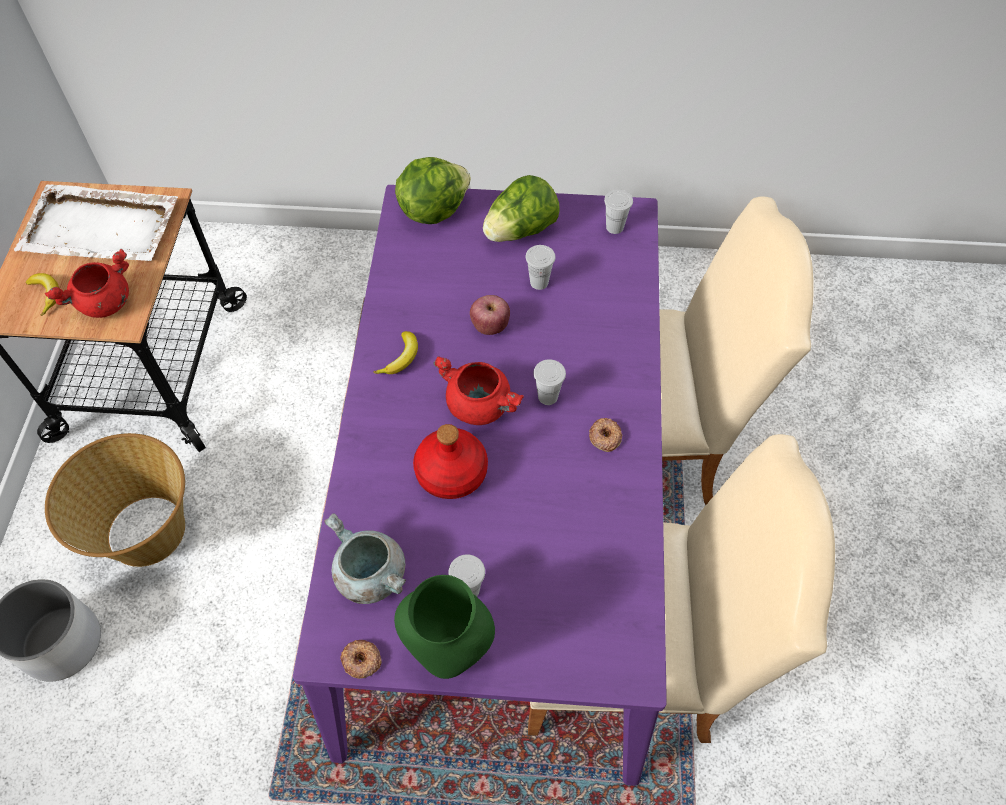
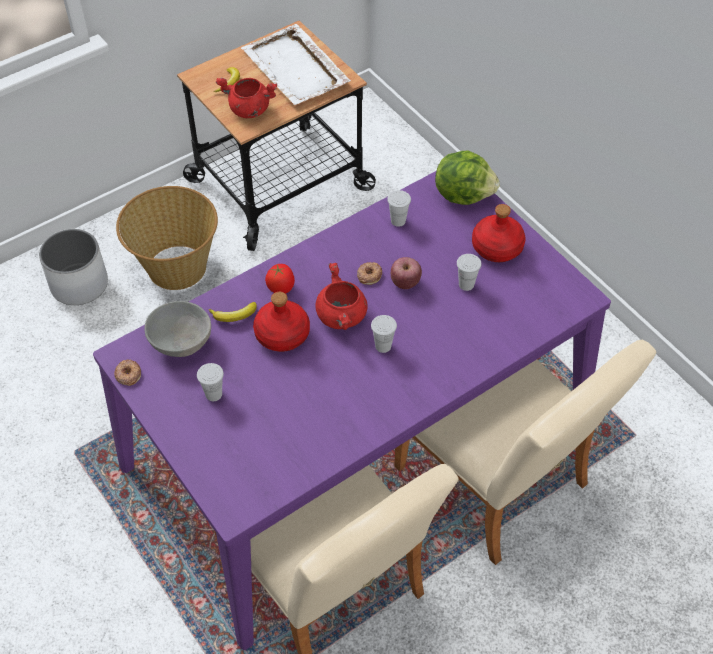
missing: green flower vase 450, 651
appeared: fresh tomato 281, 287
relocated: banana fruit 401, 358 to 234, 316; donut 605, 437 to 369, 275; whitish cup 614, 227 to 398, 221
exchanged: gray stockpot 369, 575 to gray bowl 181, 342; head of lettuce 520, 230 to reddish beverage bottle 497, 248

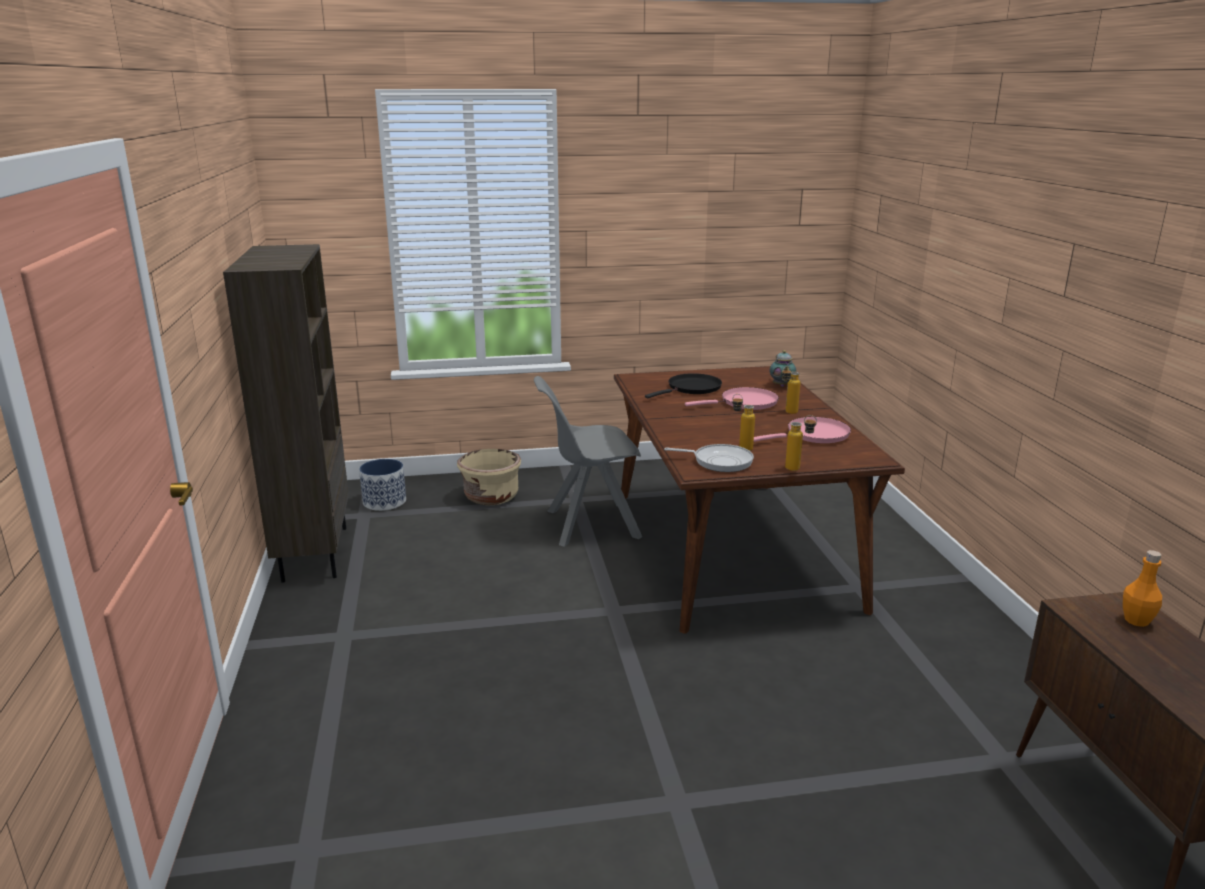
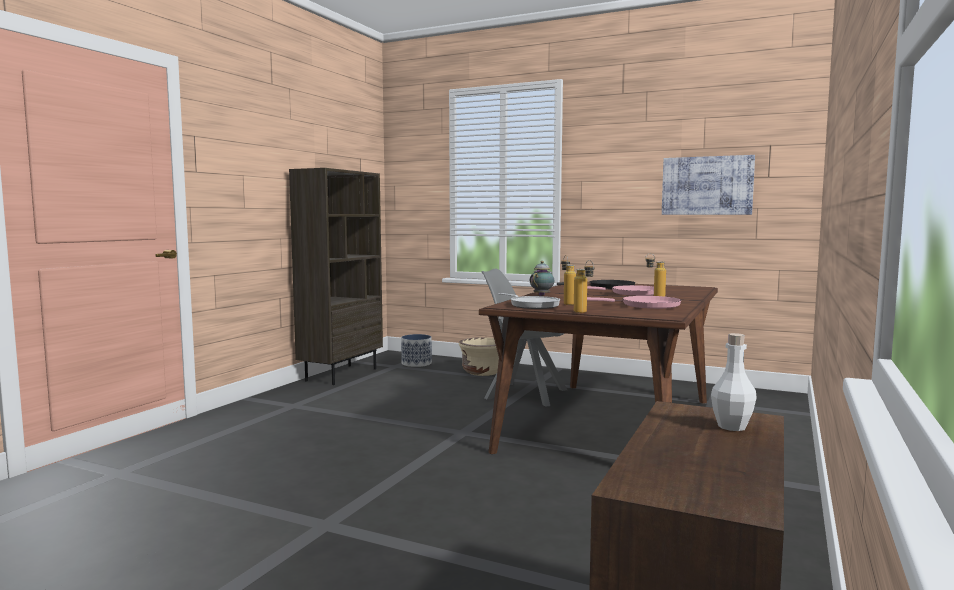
appeared: wall picture 707, 185
relocated: teapot 781, 385 to 542, 295
colour: orangey beverage bottle 1136, 620 to whitish beverage bottle 732, 426

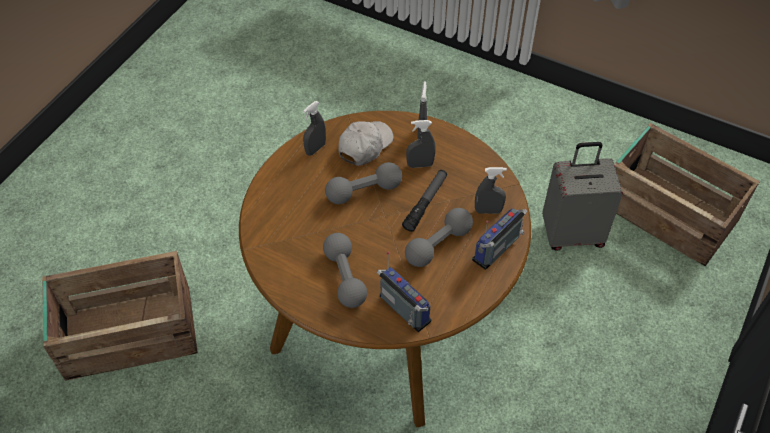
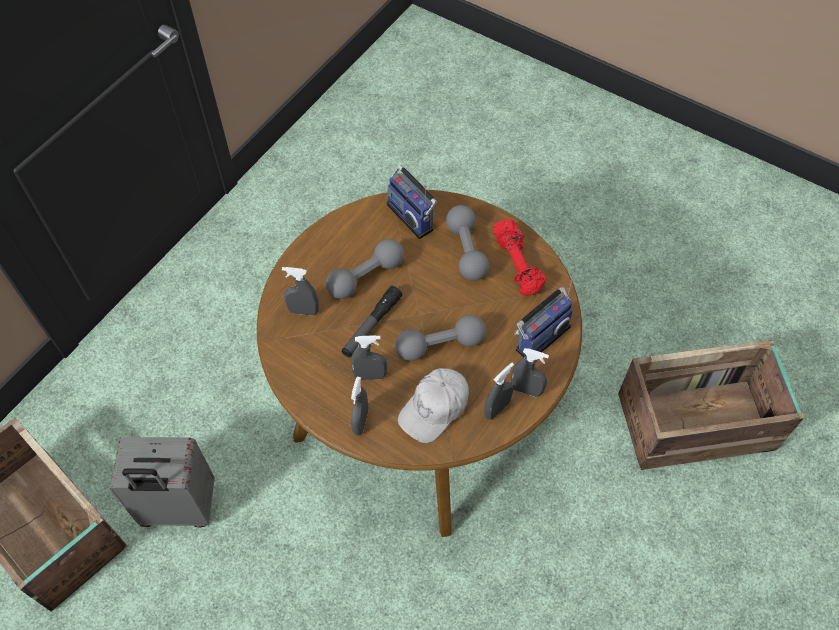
appeared: reddish dumbbell 518, 265; gray spray bottle 526, 390
relocated: radio set 498, 250 to 540, 336

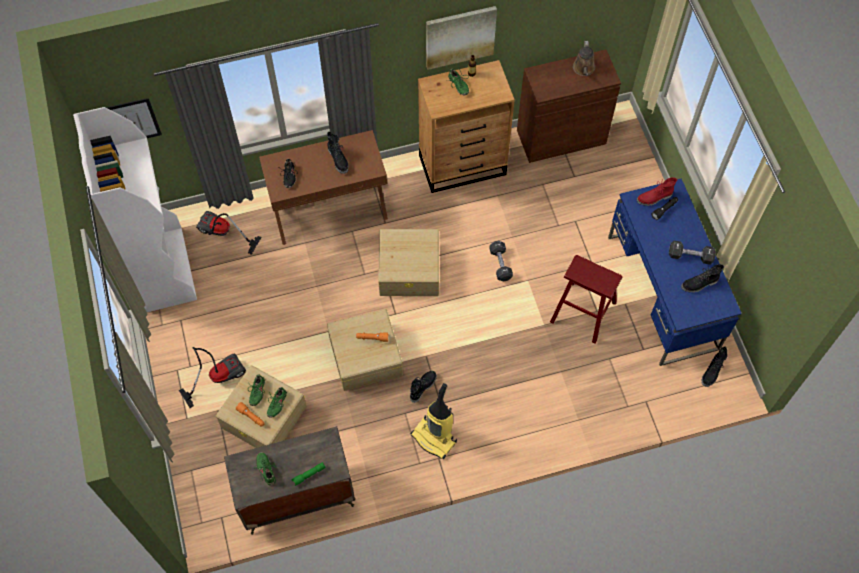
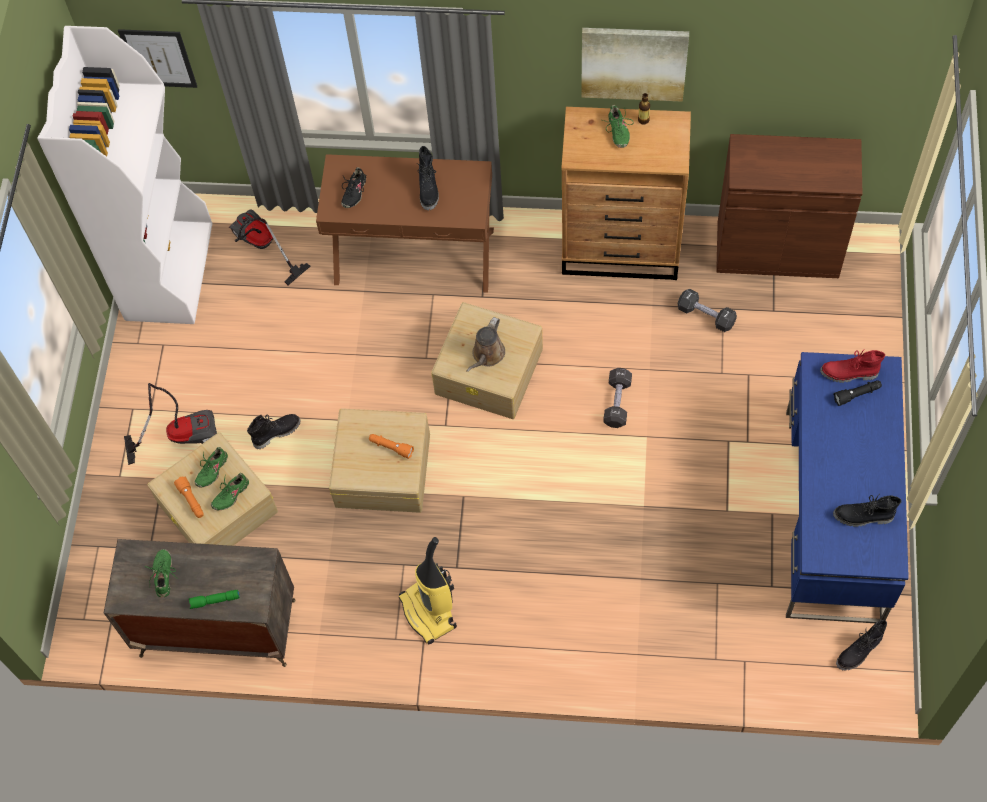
missing: reddish stool 583, 312
relocated: black-coloured boot 422, 387 to 276, 432; brown watering can 584, 69 to 487, 355; black-coloured dumbbell 690, 256 to 706, 315

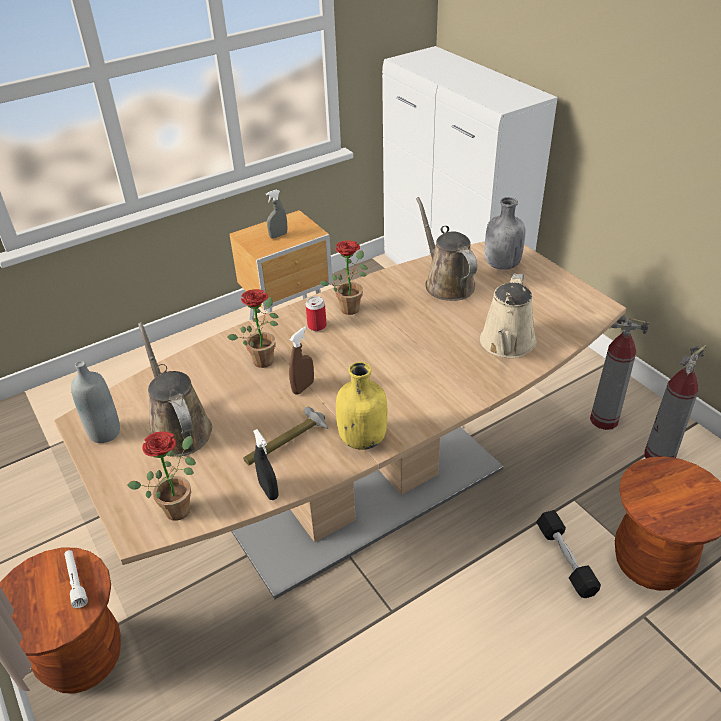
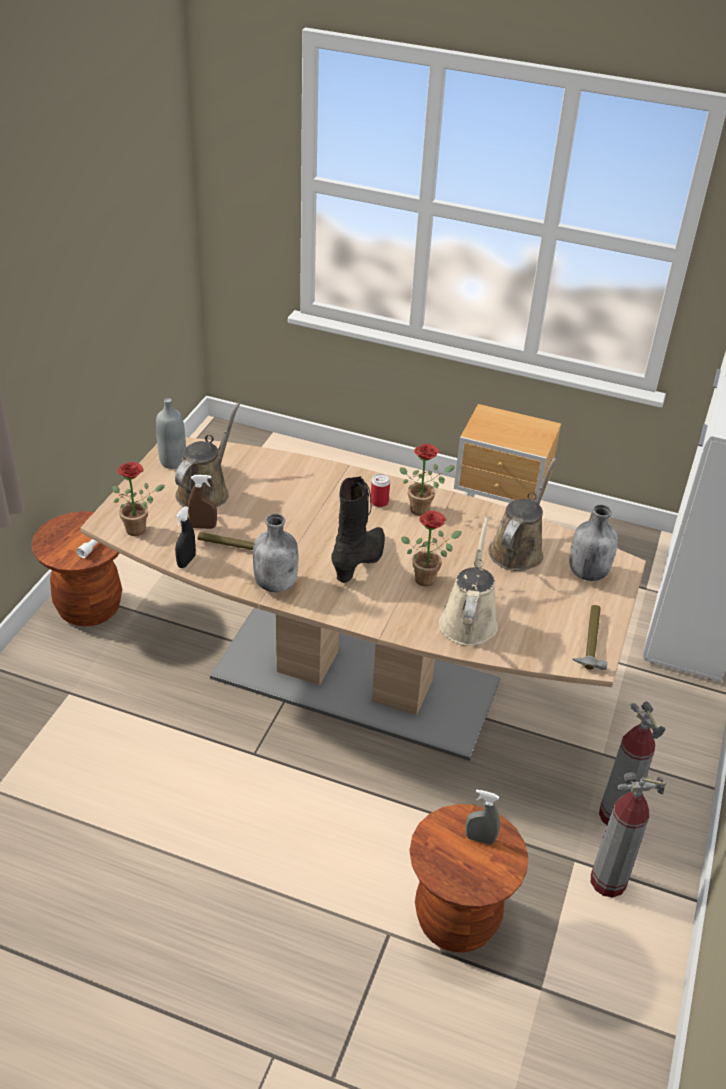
missing: black-coloured dumbbell 565, 559
appeared: black-coloured boot 360, 562; tool hammer 591, 641
relocated: brown spray bottle 303, 387 to 203, 526; potted plant 263, 358 to 428, 577; gray spray bottle 278, 235 to 480, 839
colour: yellow-coloured beverage bottle 362, 438 to gray beverage bottle 276, 583
spun: sand-coloured watering can 507, 344 = 468, 620 120 degrees clockwise

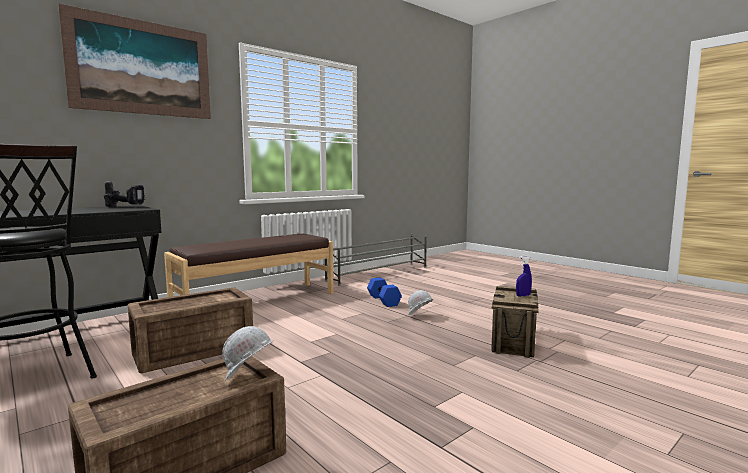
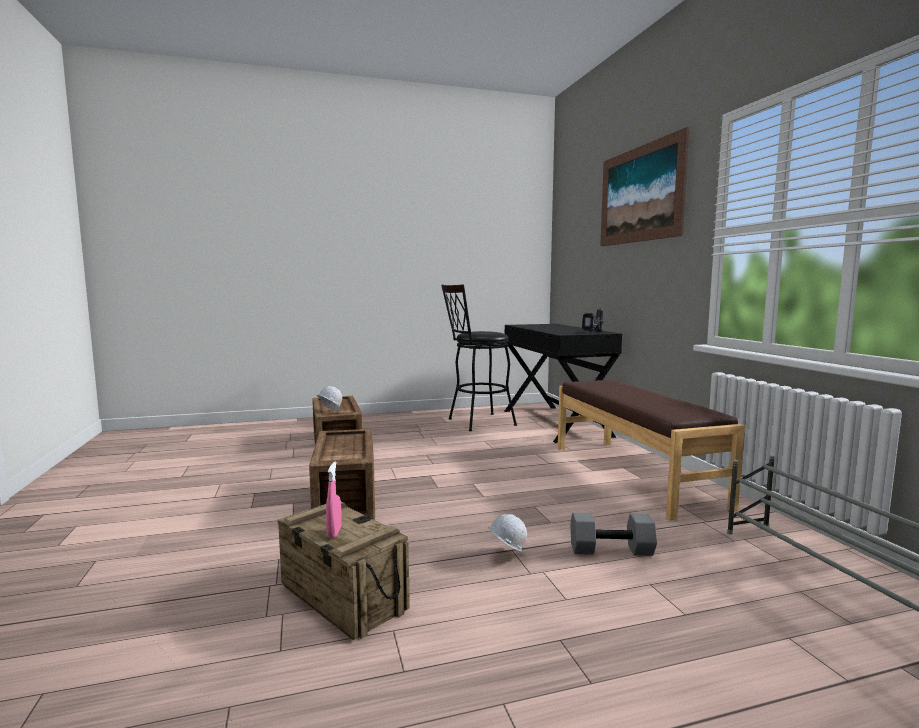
relocated: packing crate 192, 350 to 347, 498
colour: blue-coloured spray bottle 523, 295 to pink spray bottle 334, 532; blue-coloured dumbbell 383, 300 to gray dumbbell 611, 549

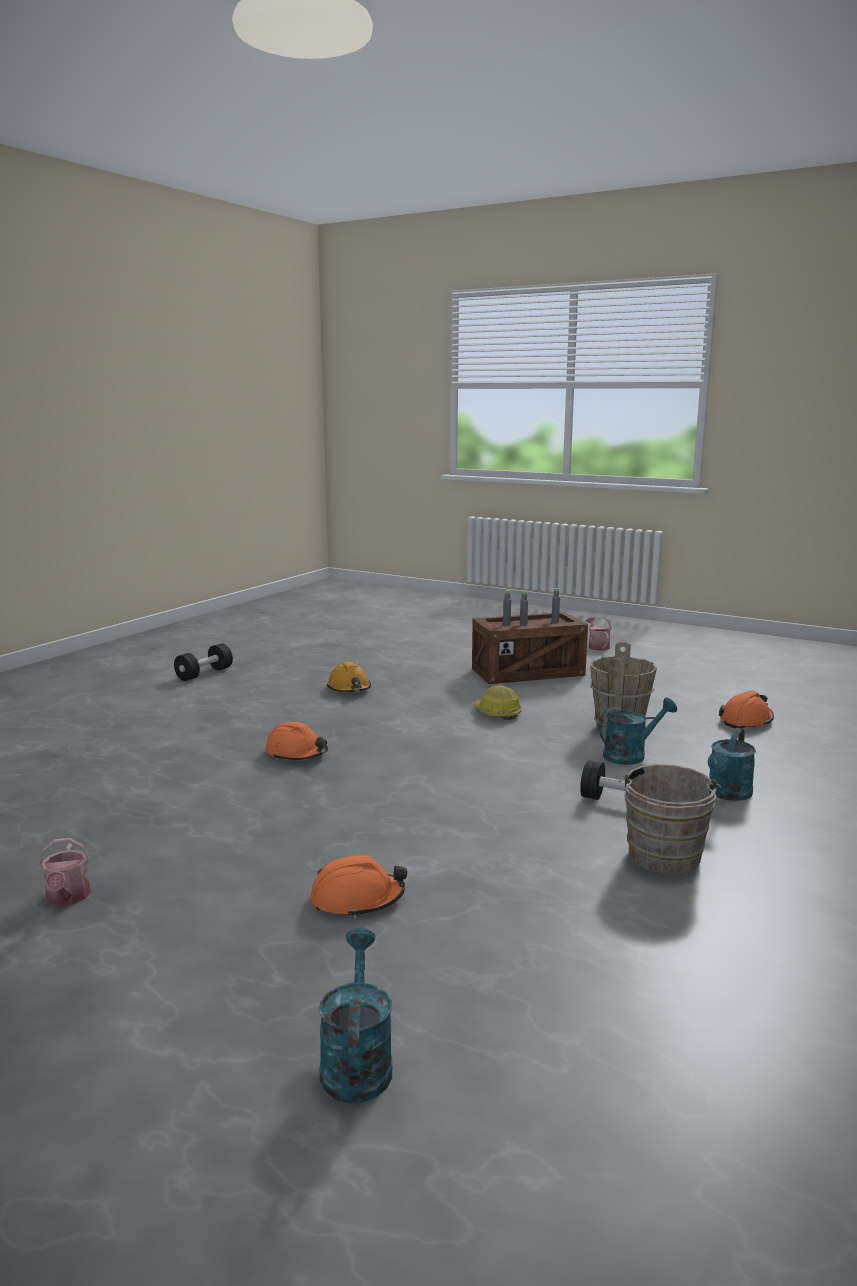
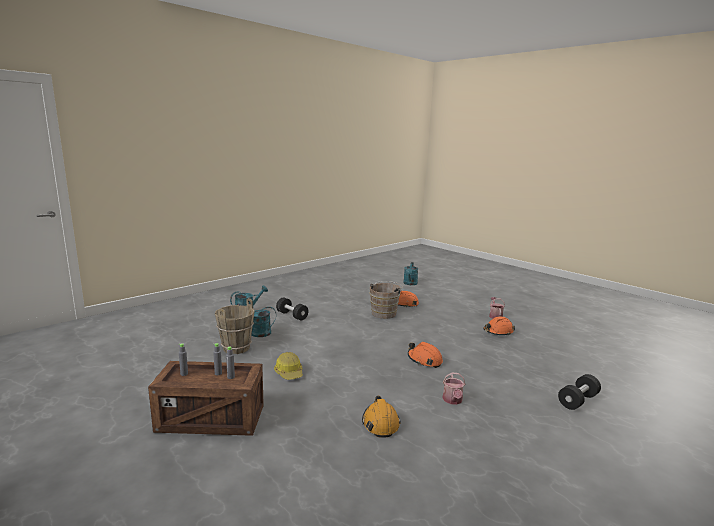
relocated: brown bucket 664, 859 to 384, 313; watering can 597, 646 to 452, 400; orangey hard hat 746, 720 to 498, 332; black-coloured dumbbell 204, 674 to 578, 400

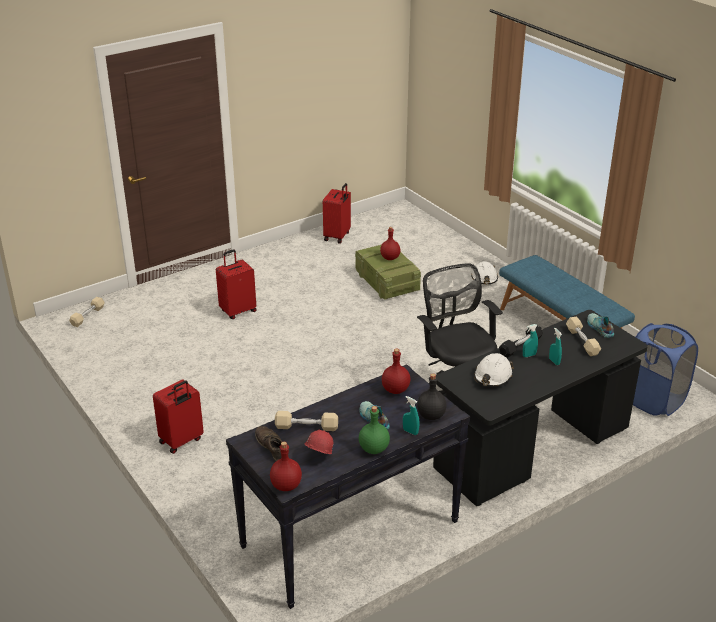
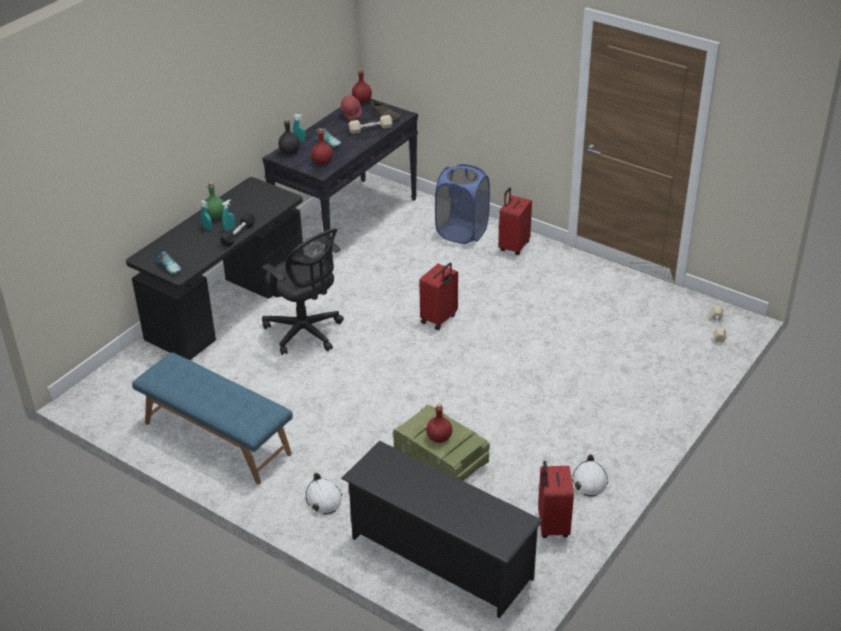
missing: sand-coloured dumbbell 582, 341
appeared: black-coloured shoe stand 440, 558
relocated: green beverage bottle 373, 449 to 215, 216; reddish travel case 238, 311 to 439, 319; blue-coloured laundry basket 654, 400 to 462, 232; whitish hard hat 493, 377 to 589, 481

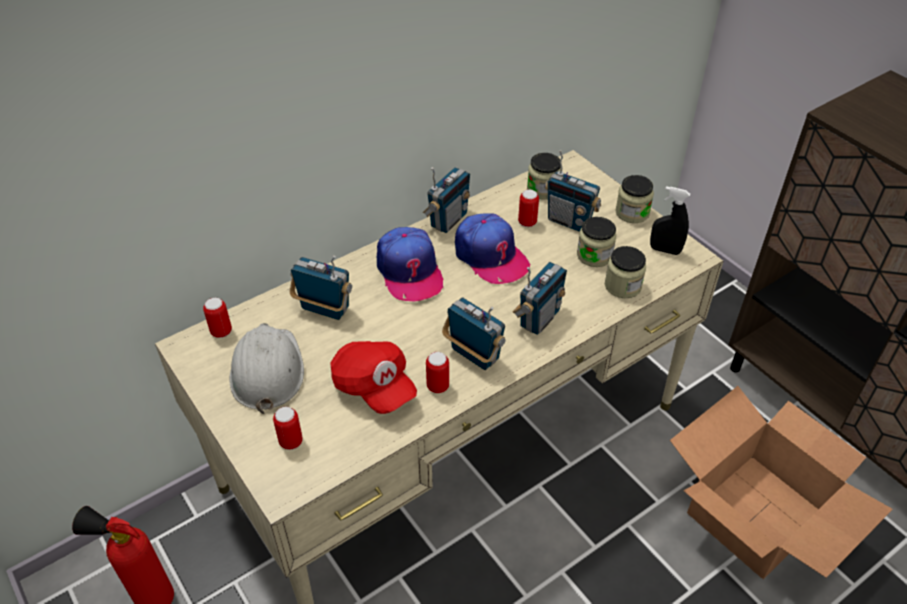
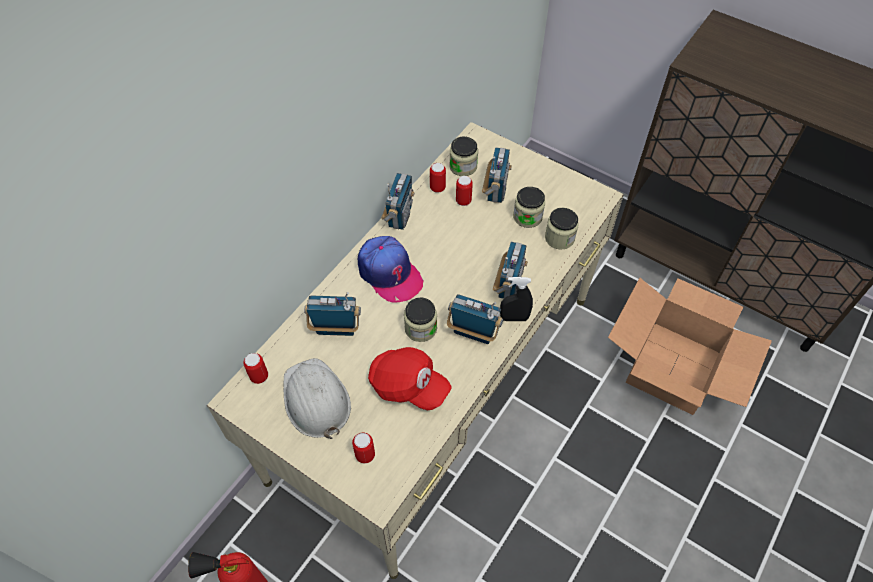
missing: cap 490, 256
relocated: preserve jar 632, 213 to 420, 328; metal can 437, 386 to 437, 188; black-coloured spray bottle 665, 250 to 514, 318
spun: radio set 569, 221 = 495, 190 90 degrees counterclockwise

